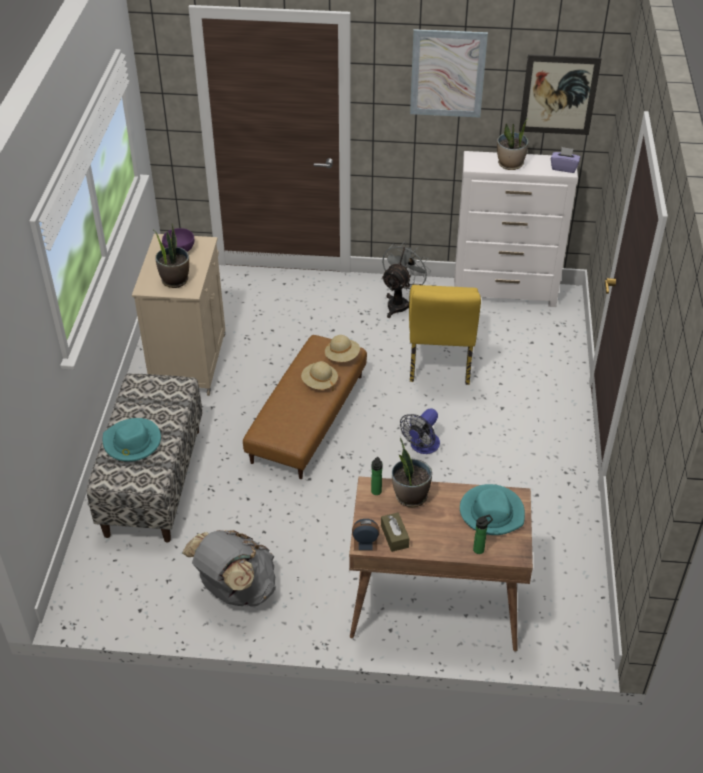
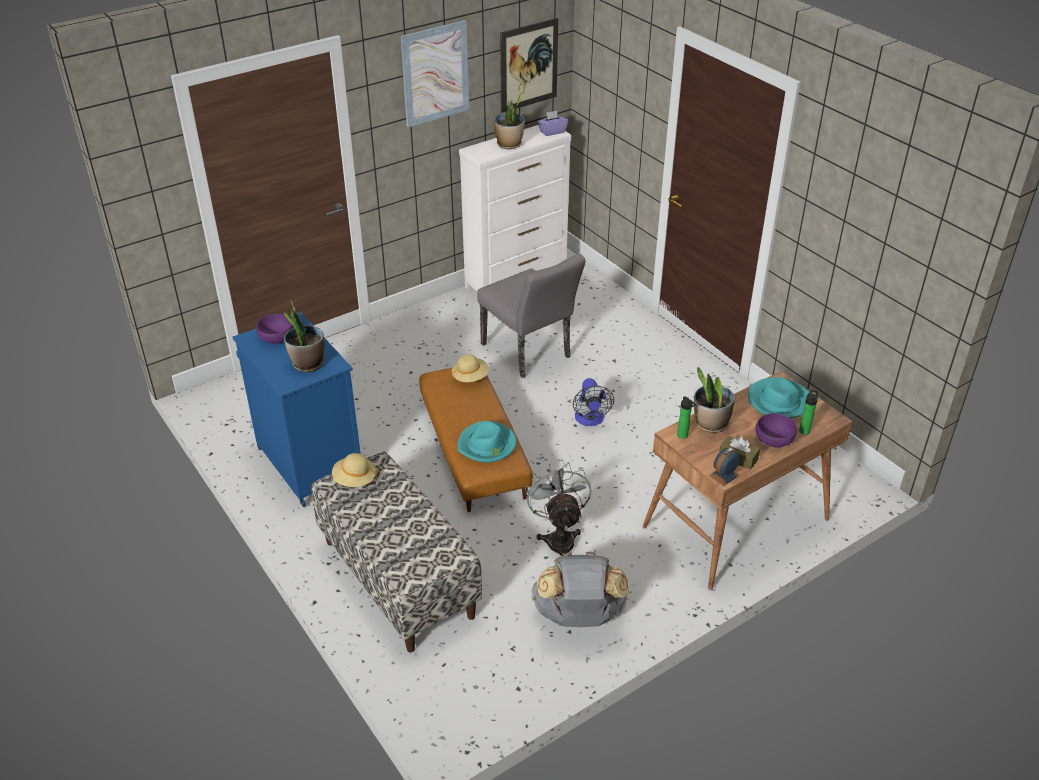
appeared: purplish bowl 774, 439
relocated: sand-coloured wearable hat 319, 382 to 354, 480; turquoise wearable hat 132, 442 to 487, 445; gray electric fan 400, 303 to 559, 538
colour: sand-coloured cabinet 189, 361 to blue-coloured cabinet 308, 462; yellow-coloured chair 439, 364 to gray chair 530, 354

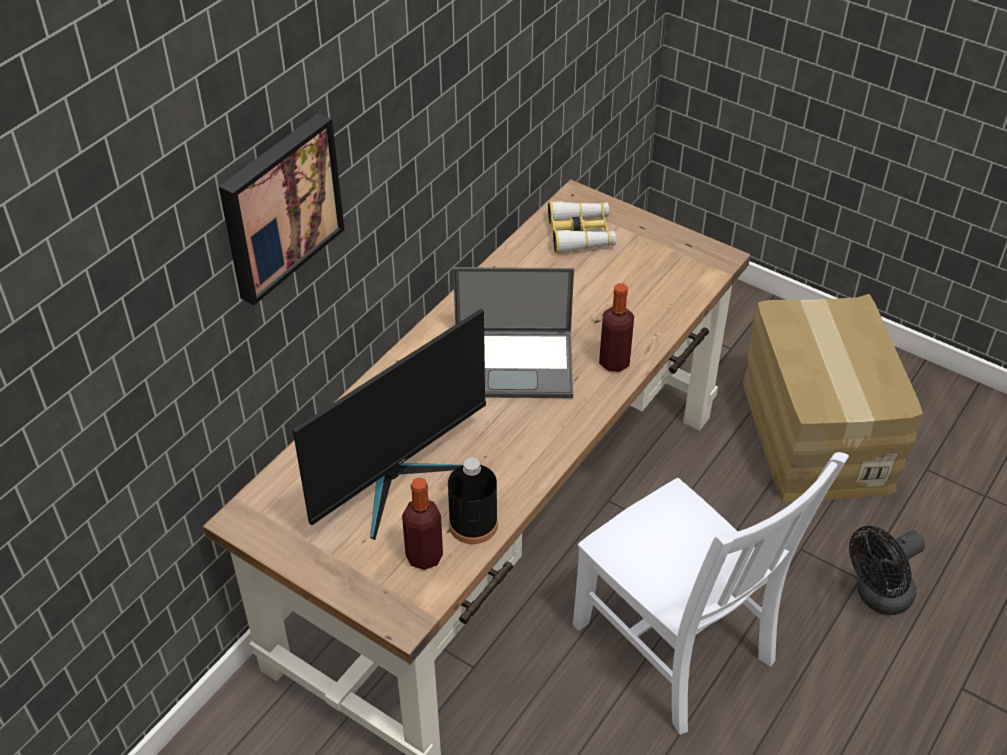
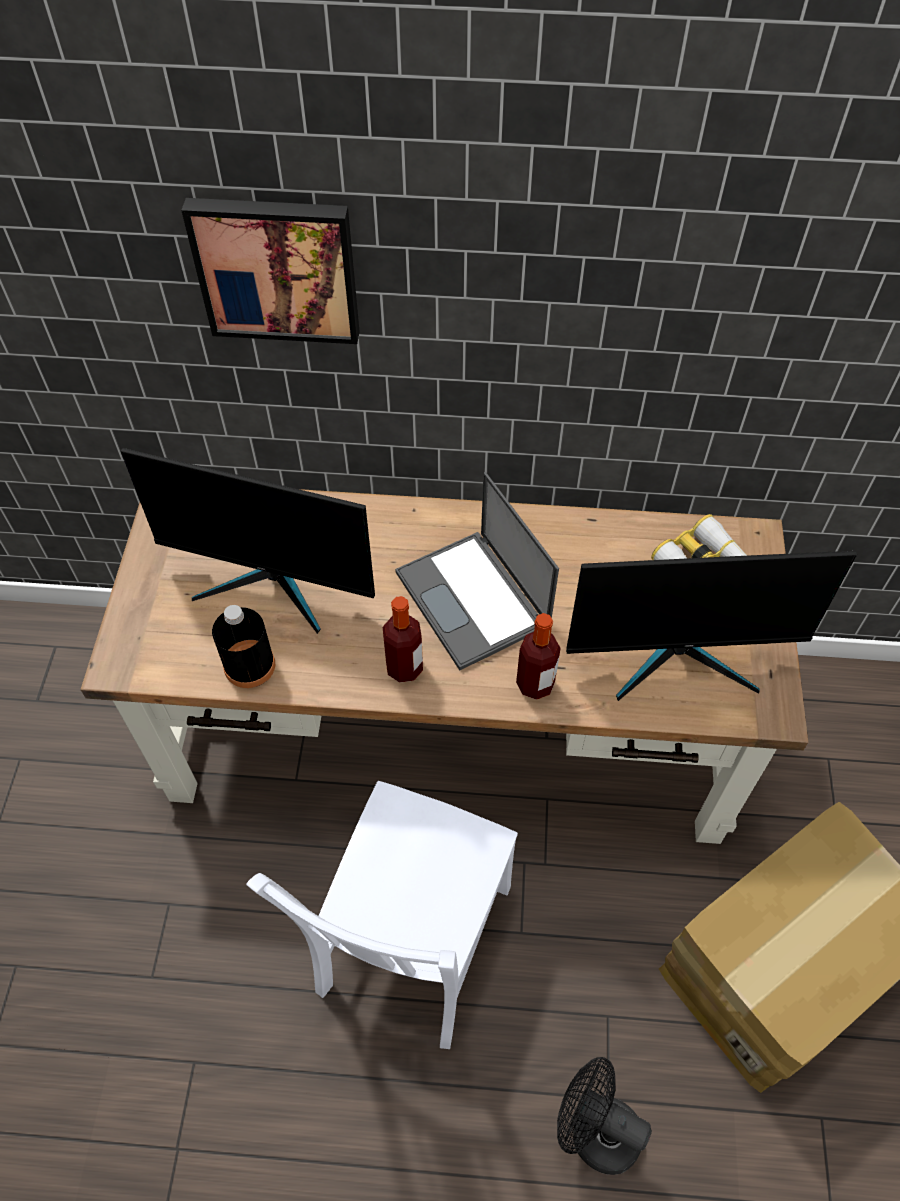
appeared: computer display 681, 657
relocated: beverage bottle 424, 556 to 404, 668

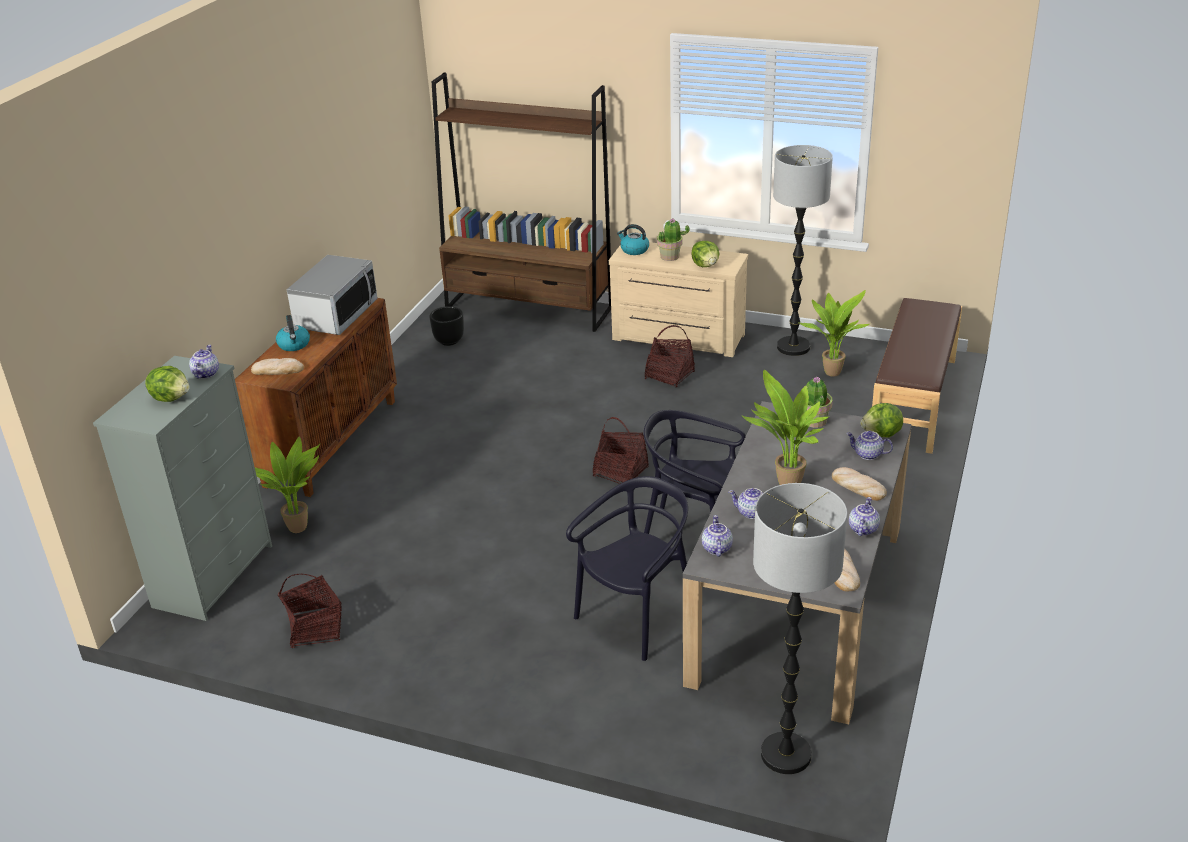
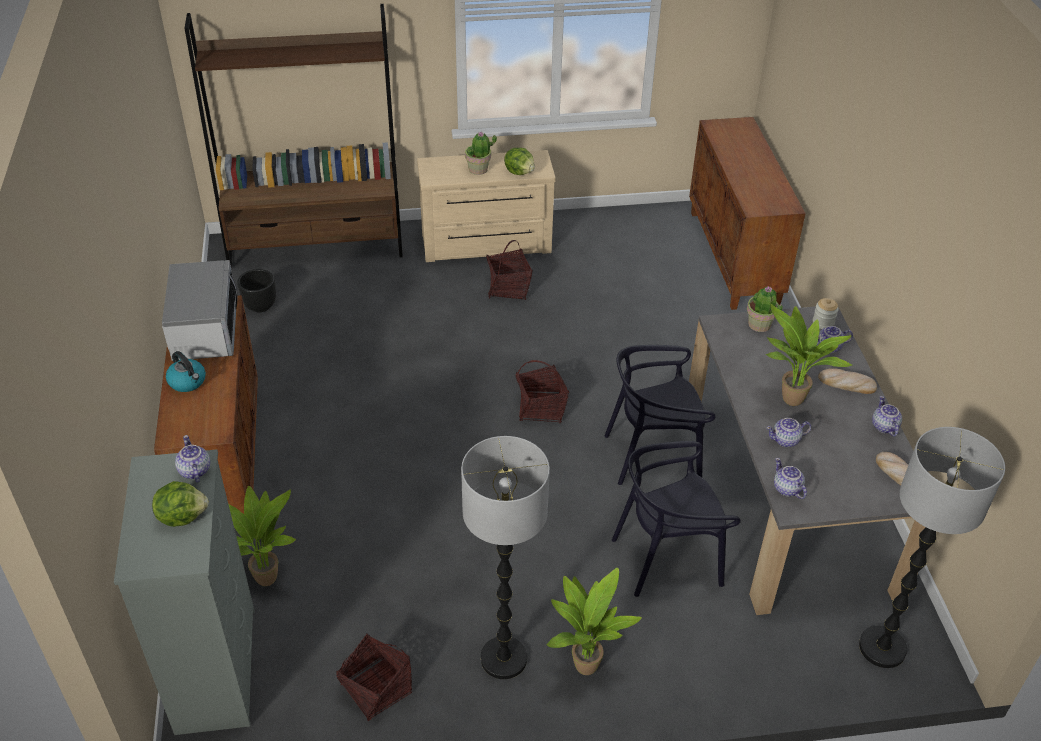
missing: baked bread 278, 370; kettle 634, 250
relocated: standing lamp 793, 347 to 503, 658; potted plant 831, 371 to 583, 664
exchanged: brown indoor bench 914, 400 to brown cabinet 734, 258; head of lettuce 882, 434 to preserve jar 823, 322
spun: black-coloured chair 637, 616 = 667, 558 120 degrees counterclockwise

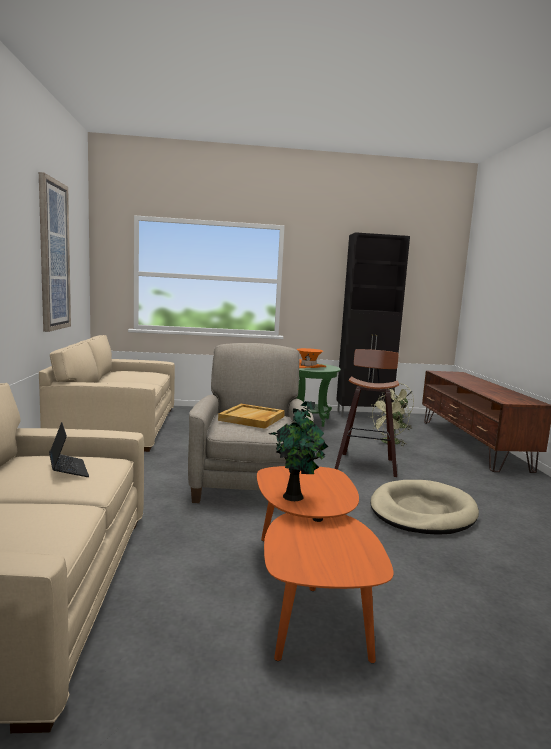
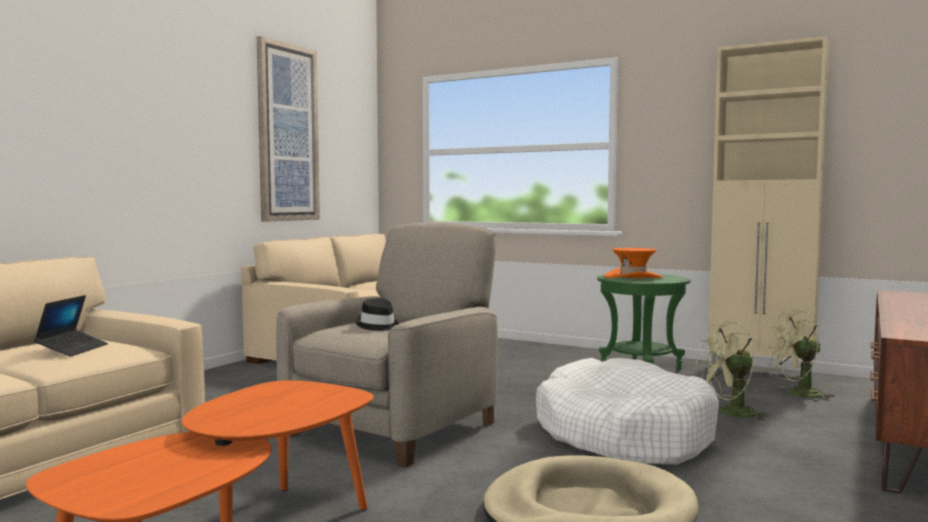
missing: potted plant 295, 496
exchanged: sand-coloured serving tray 252, 418 to black-coloured wearable hat 378, 326; stool 365, 463 to whitish dog cushion 623, 434
colour: black-coloured cabinet 364, 415 to sand-coloured cabinet 762, 372

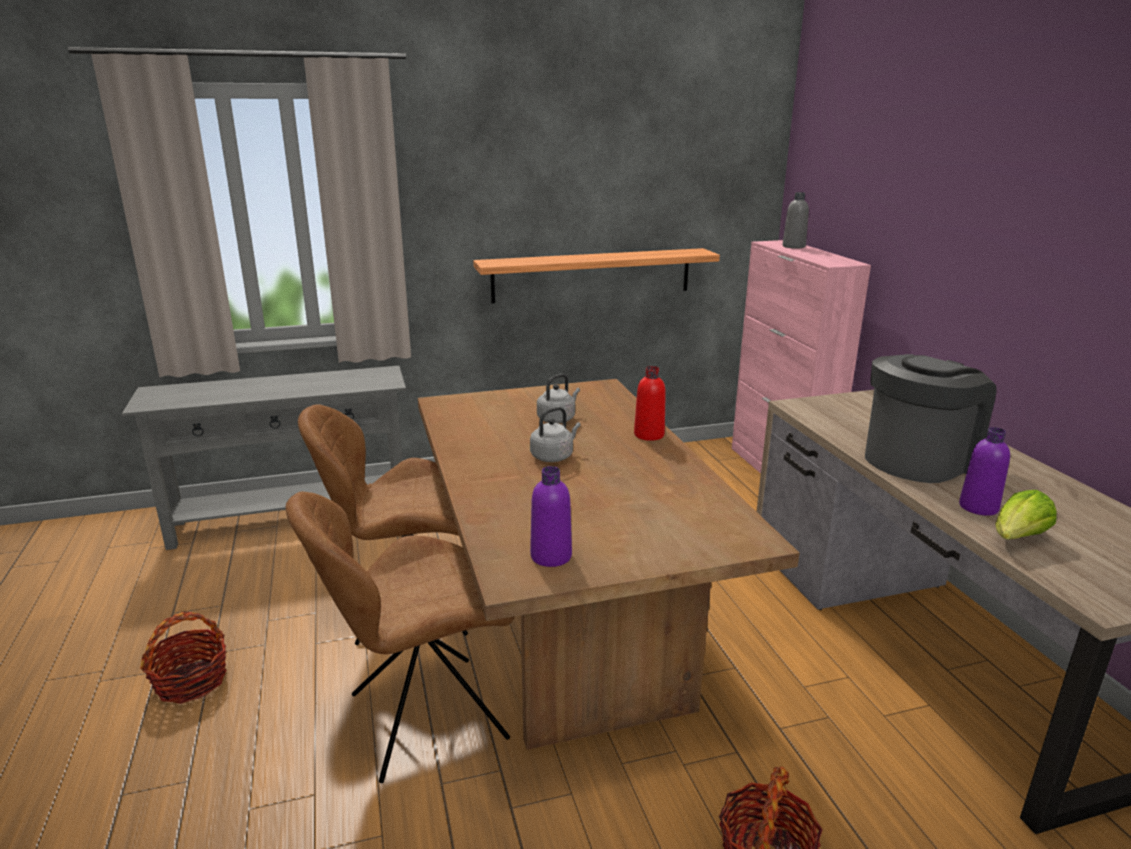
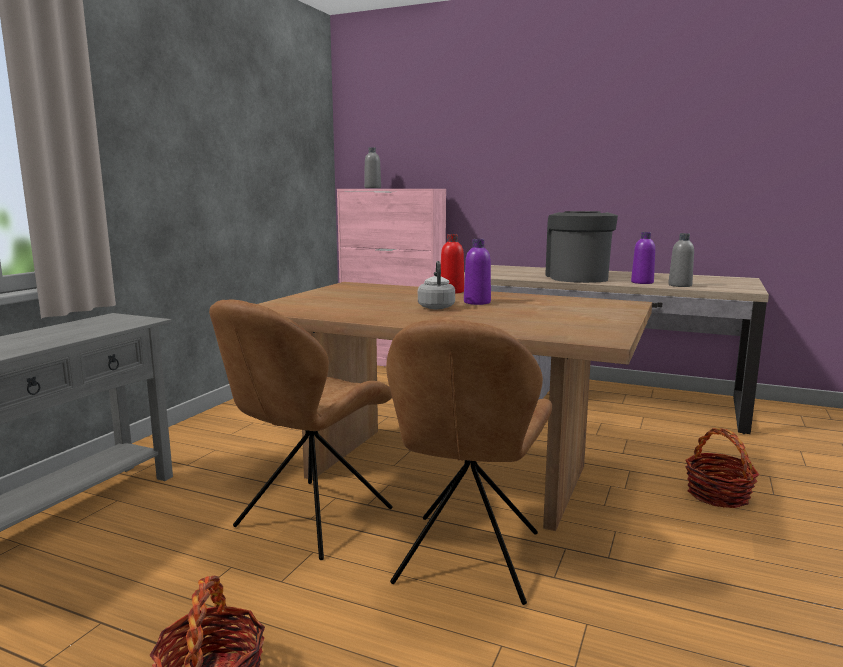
missing: bracket shelf 592, 275; gray kettle 557, 419
relocated: purplish beverage bottle 551, 556 to 477, 302
exchanged: head of lettuce 1017, 539 to gray beverage bottle 680, 285

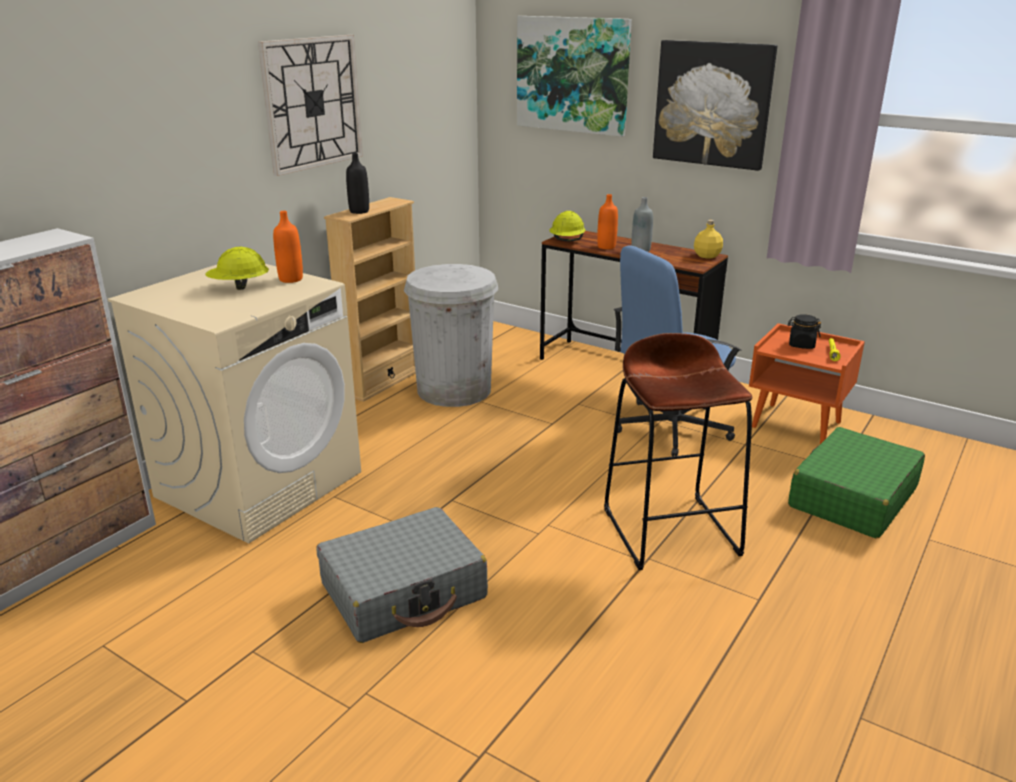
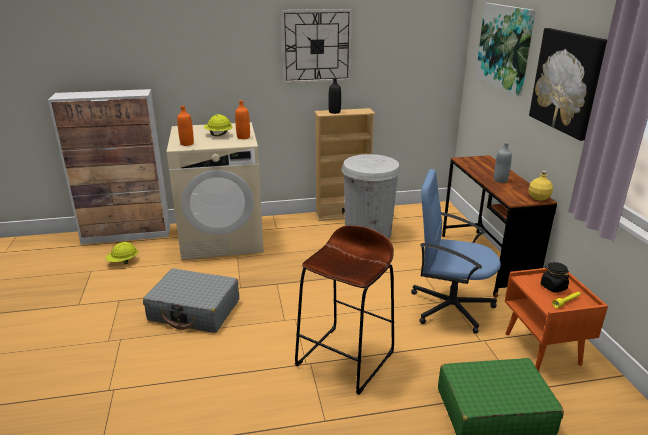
relocated: yellow-coloured hard hat 567, 241 to 123, 262; orangey beverage bottle 606, 247 to 187, 144

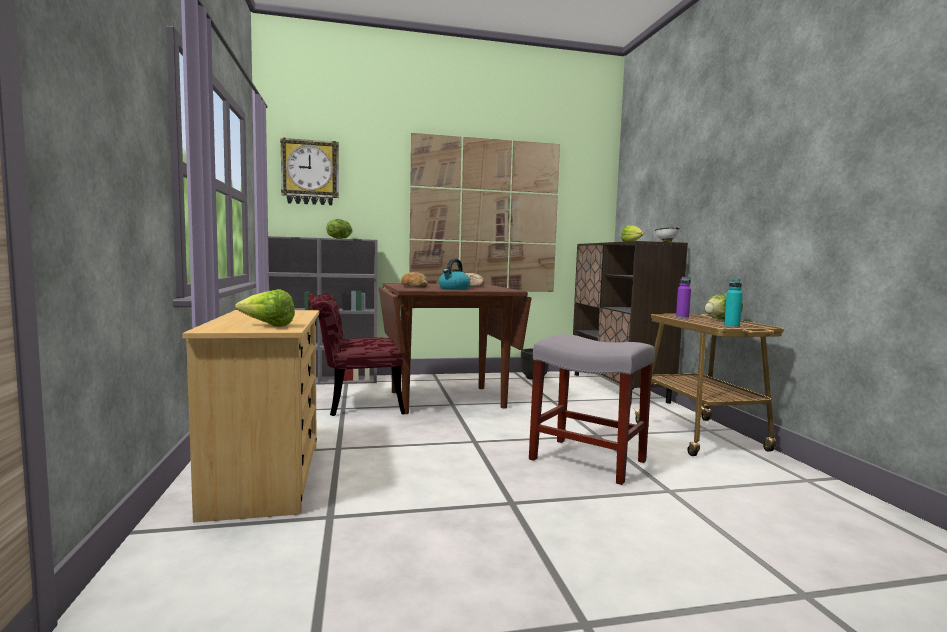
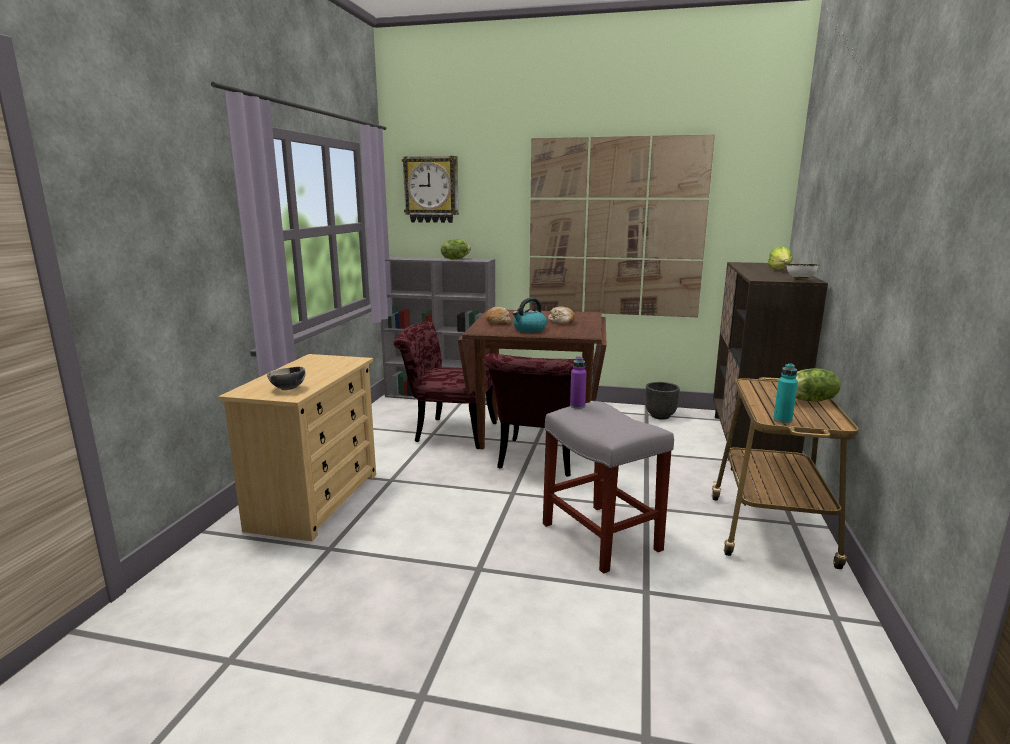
appeared: reddish chair 538, 462
relocated: purplish beverage bottle 682, 317 to 577, 406
exchanged: head of lettuce 267, 326 to bowl 288, 389

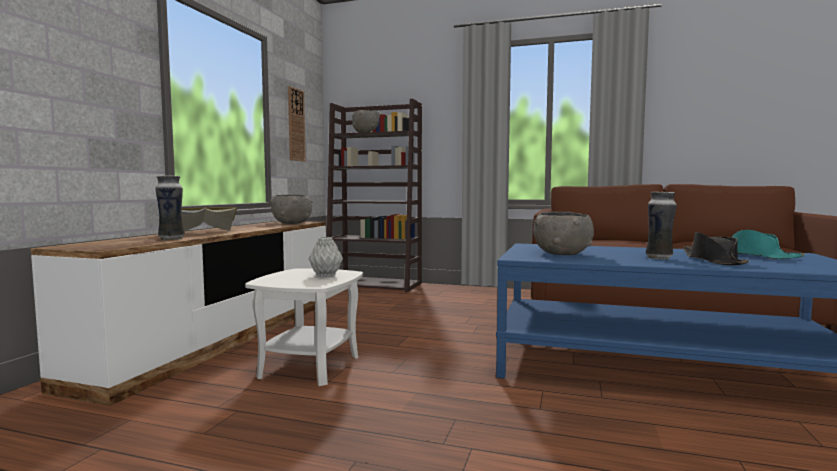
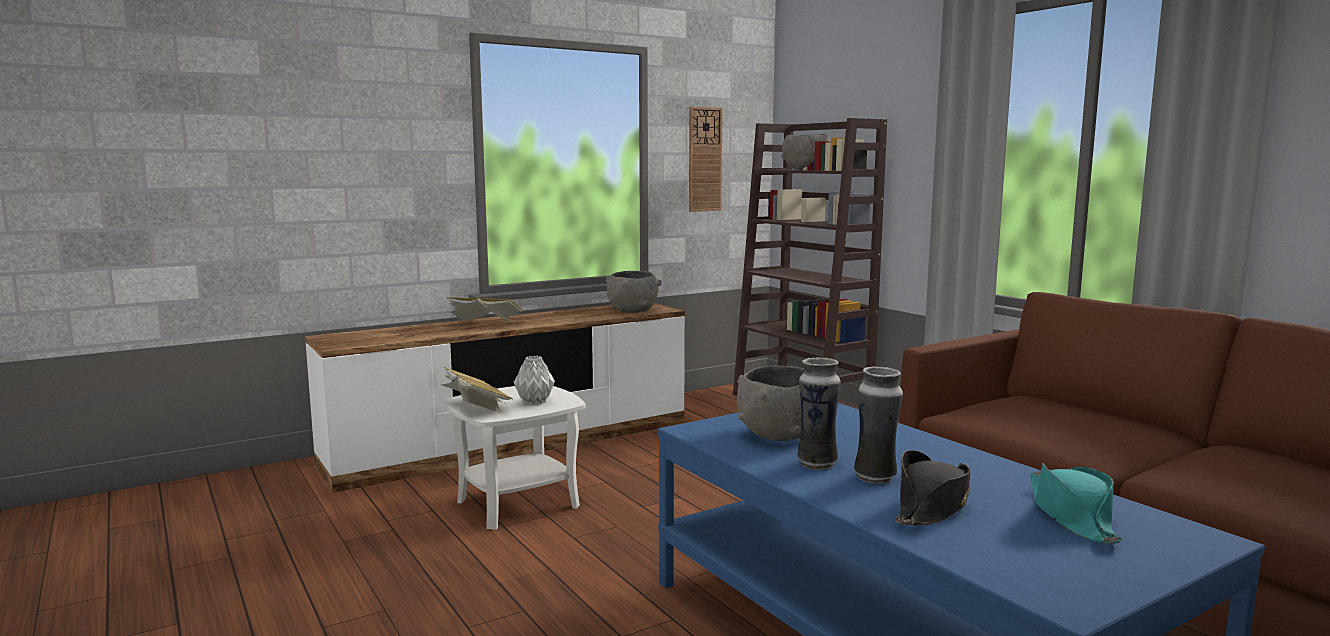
appeared: bound book 475, 407
relocated: flower vase 171, 239 to 817, 463

